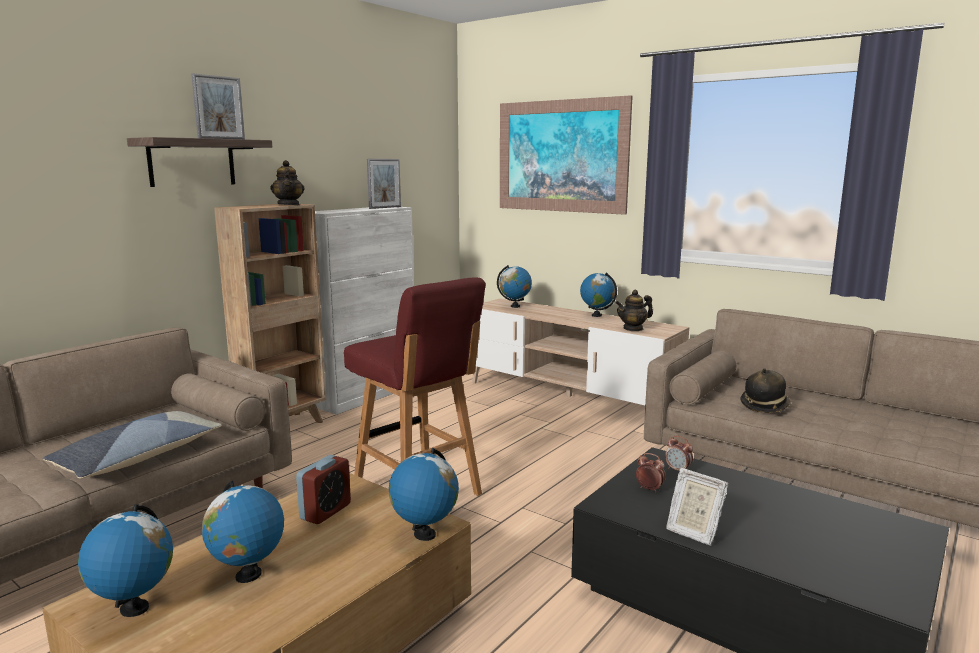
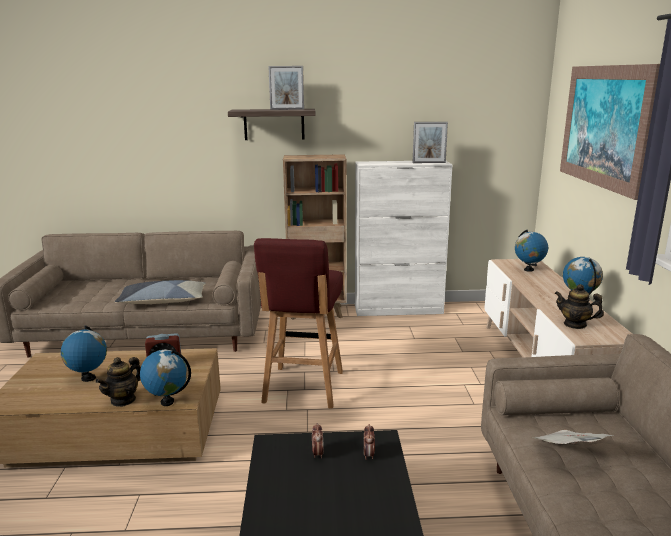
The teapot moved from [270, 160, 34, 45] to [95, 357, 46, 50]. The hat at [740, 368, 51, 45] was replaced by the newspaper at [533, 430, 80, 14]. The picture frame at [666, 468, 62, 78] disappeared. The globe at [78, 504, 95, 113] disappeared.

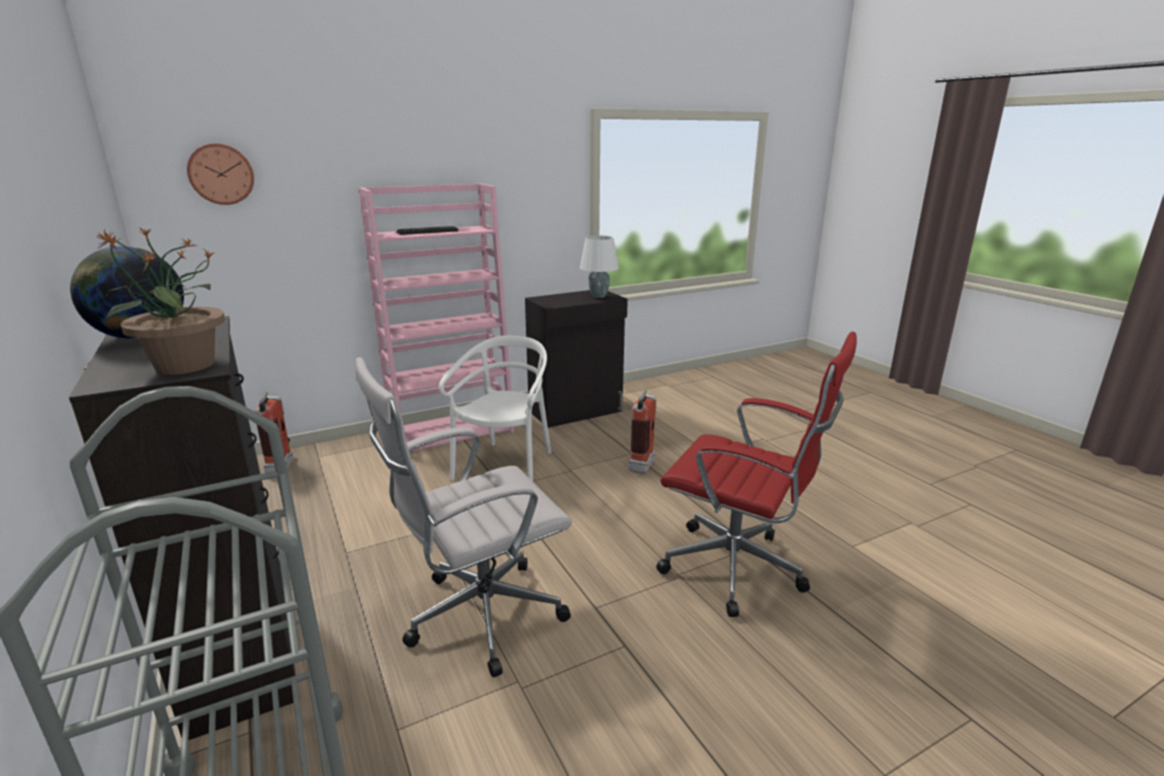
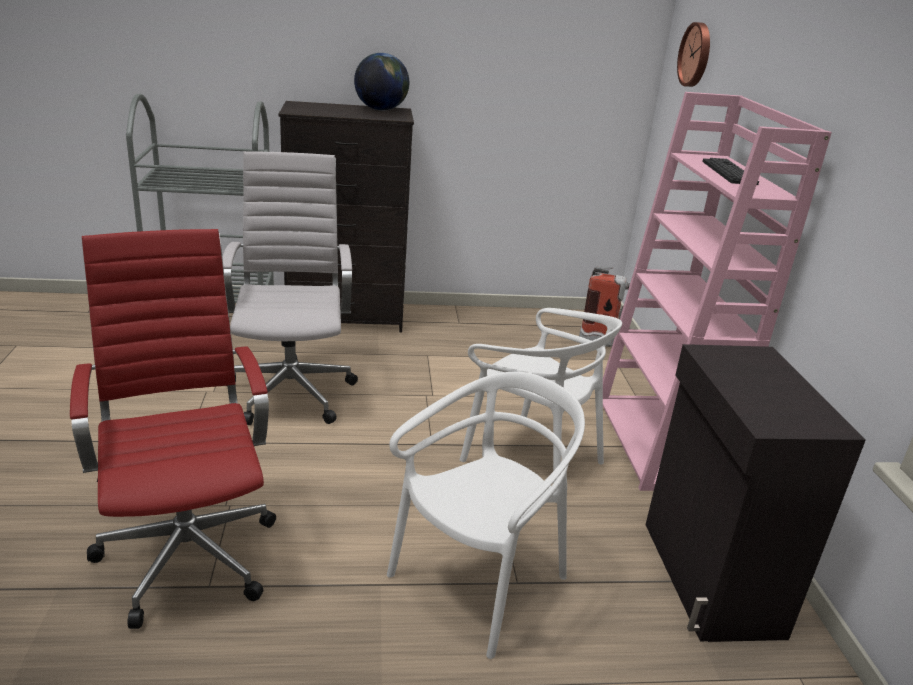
The potted plant at [96, 227, 129, 148] disappeared. The table lamp (white) at [580, 236, 39, 62] disappeared. The office chair (red) at [656, 332, 201, 285] turned 105 degrees clockwise. The fire extinguisher at [629, 390, 28, 84] was replaced by the chair (white) at [387, 372, 198, 287].

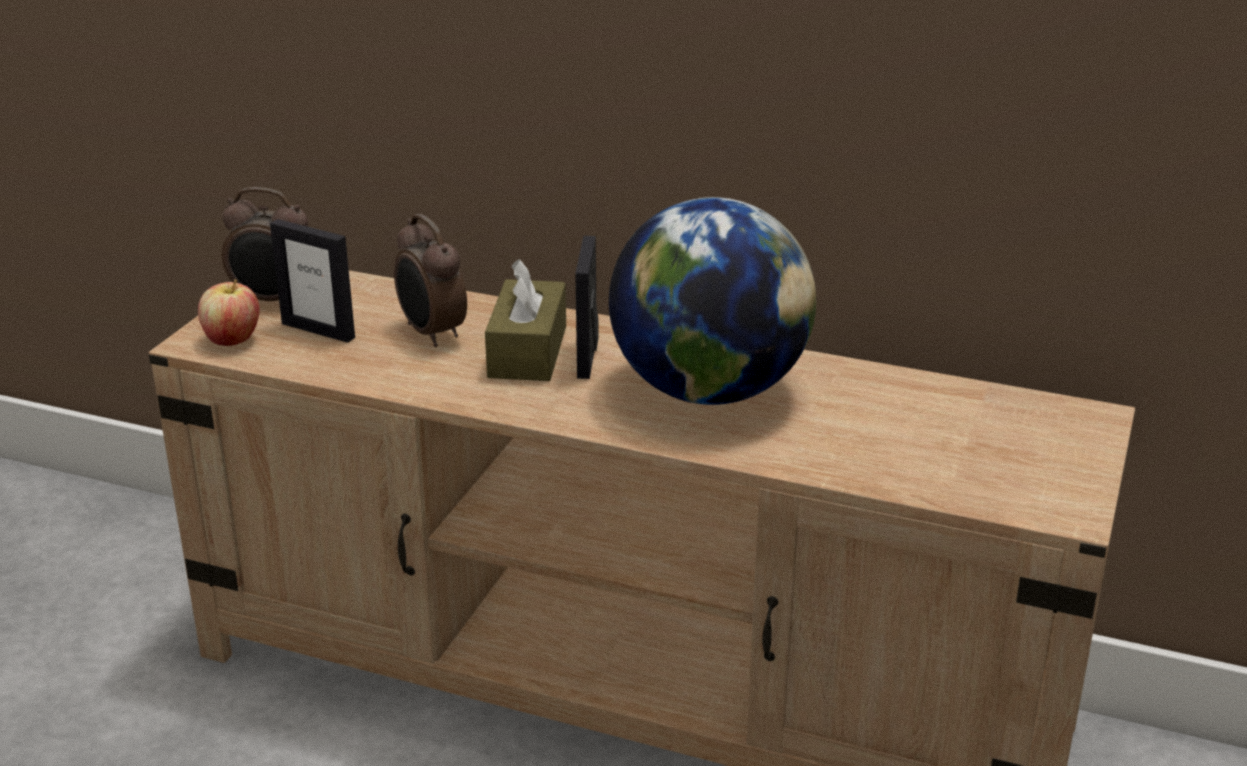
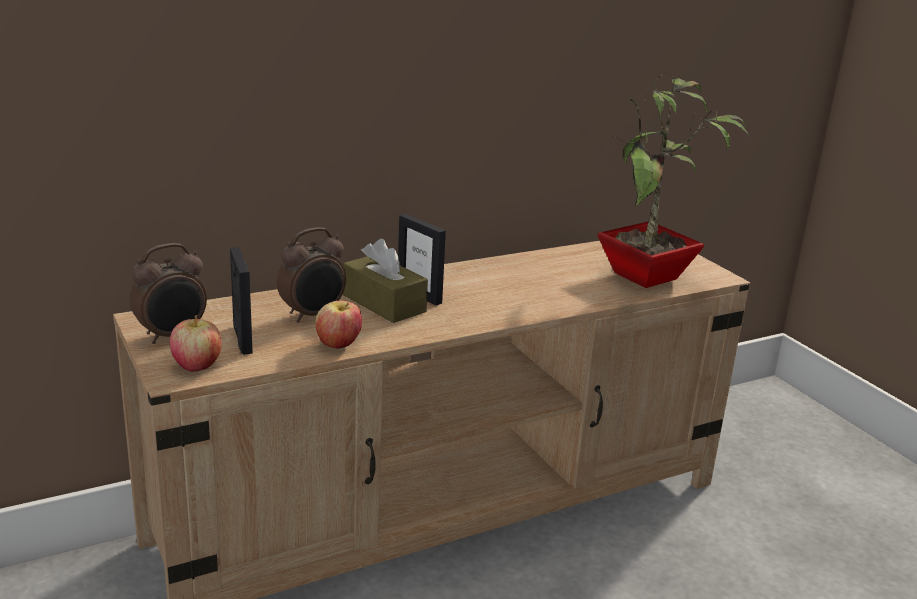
The globe at [609, 197, 207, 208] disappeared. The alarm clock at [394, 214, 73, 133] turned 45 degrees counterclockwise. The picture frame at [270, 219, 85, 124] turned 90 degrees counterclockwise. The potted plant at [598, 70, 150, 218] appeared. The apple at [315, 301, 47, 47] appeared.

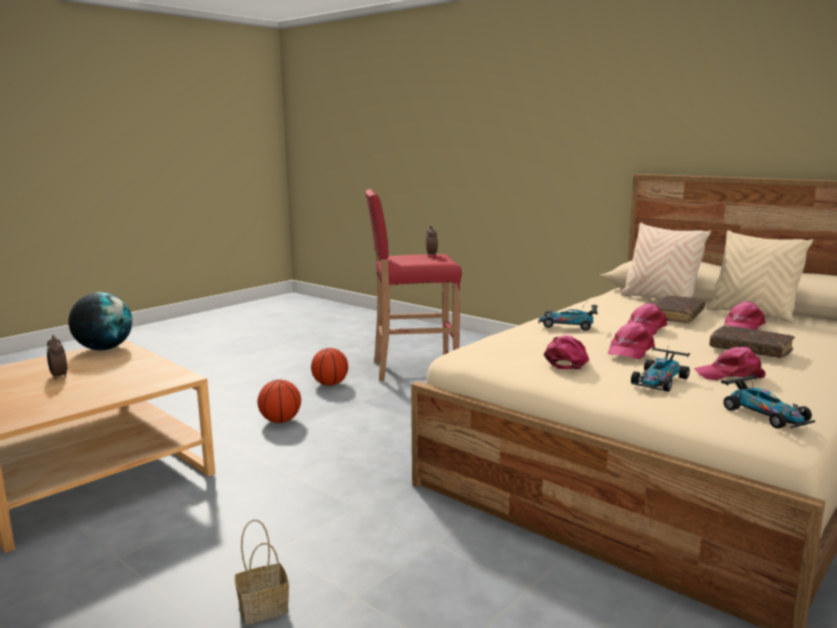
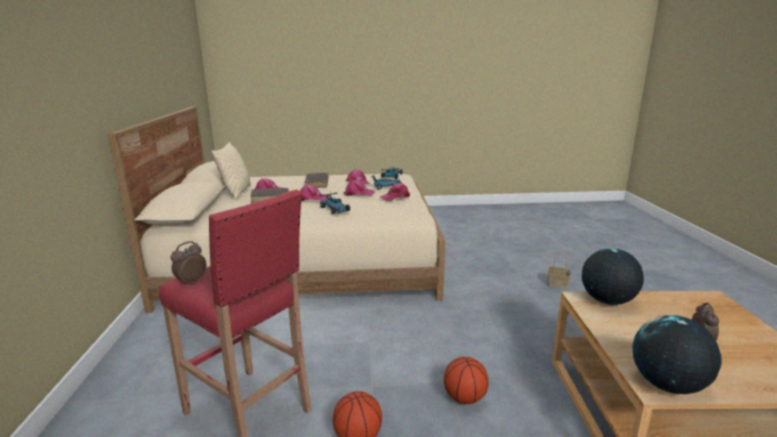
The pillow (beige) at [620, 223, 91, 76] disappeared. The globe at [582, 248, 62, 57] appeared.

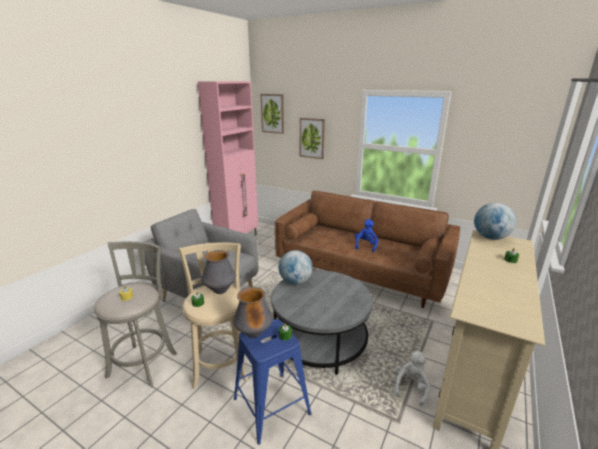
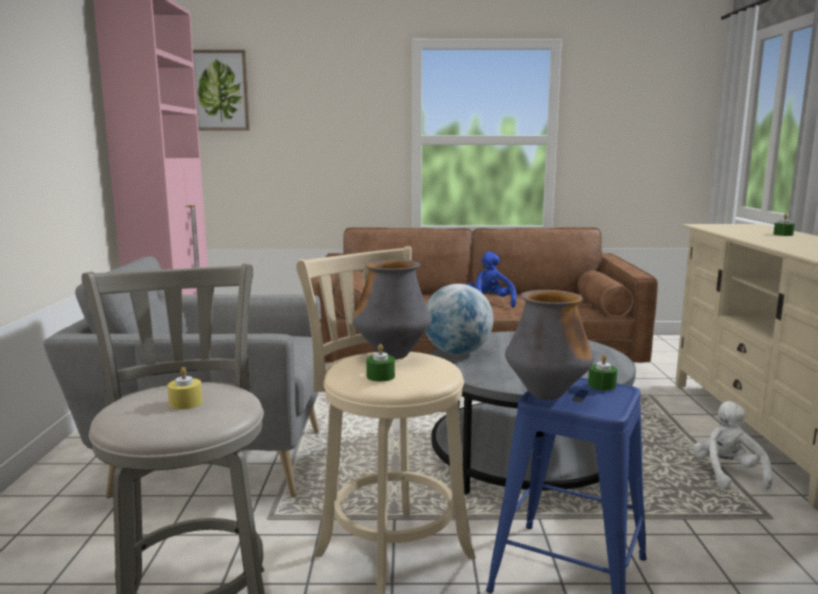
The picture at [300, 118, 25, 41] disappeared. The globe at [474, 203, 42, 37] disappeared.

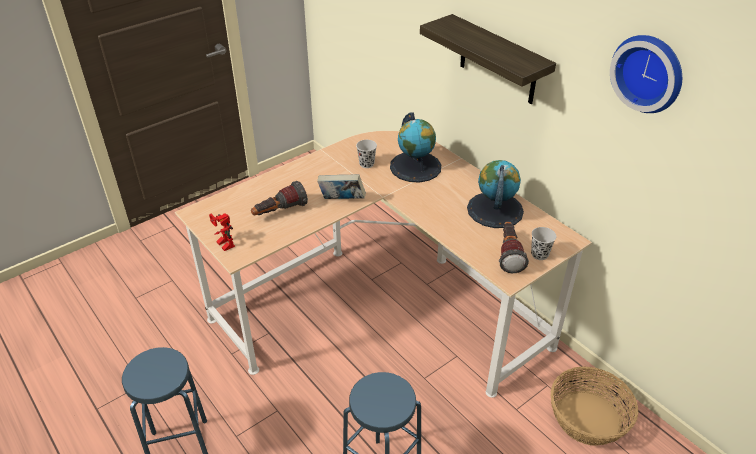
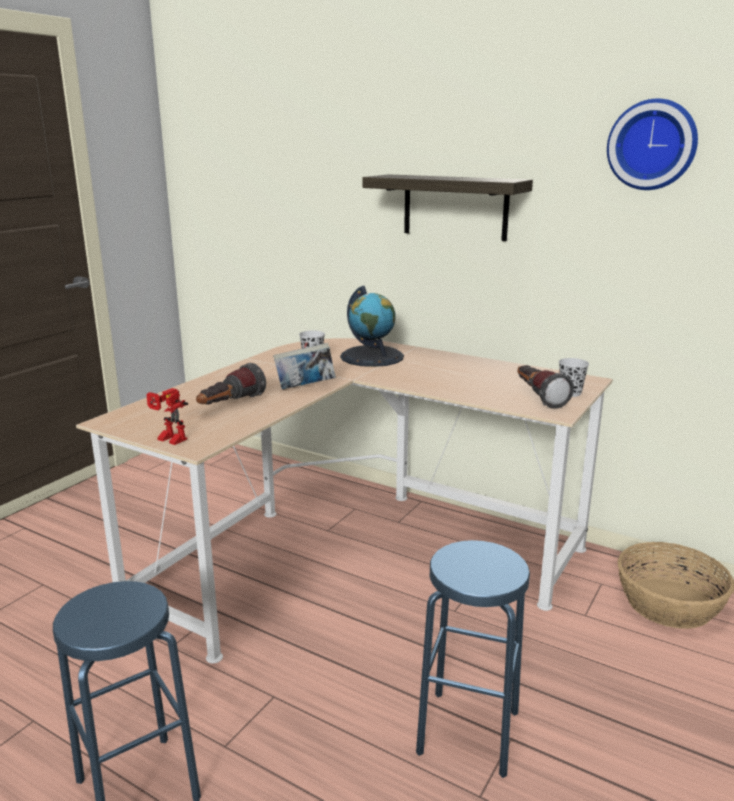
The globe at [467, 160, 57, 68] disappeared.

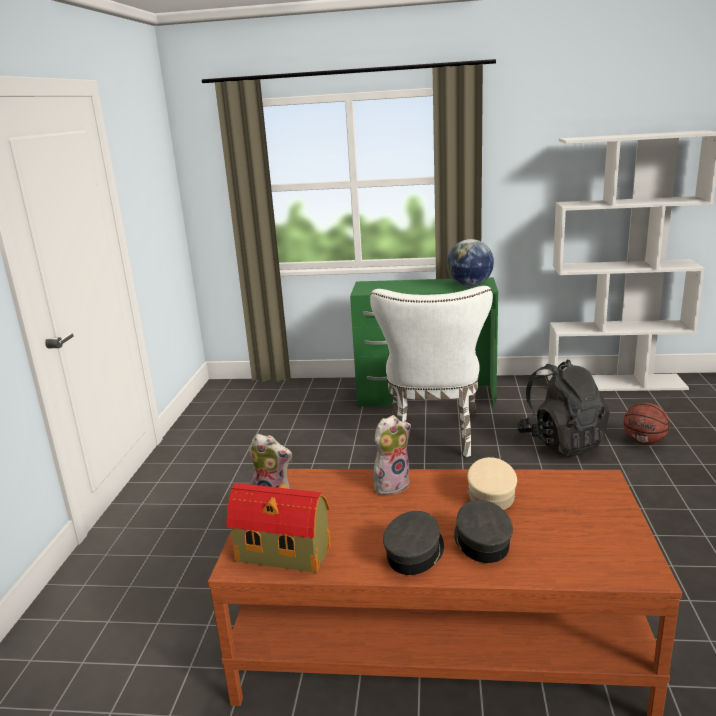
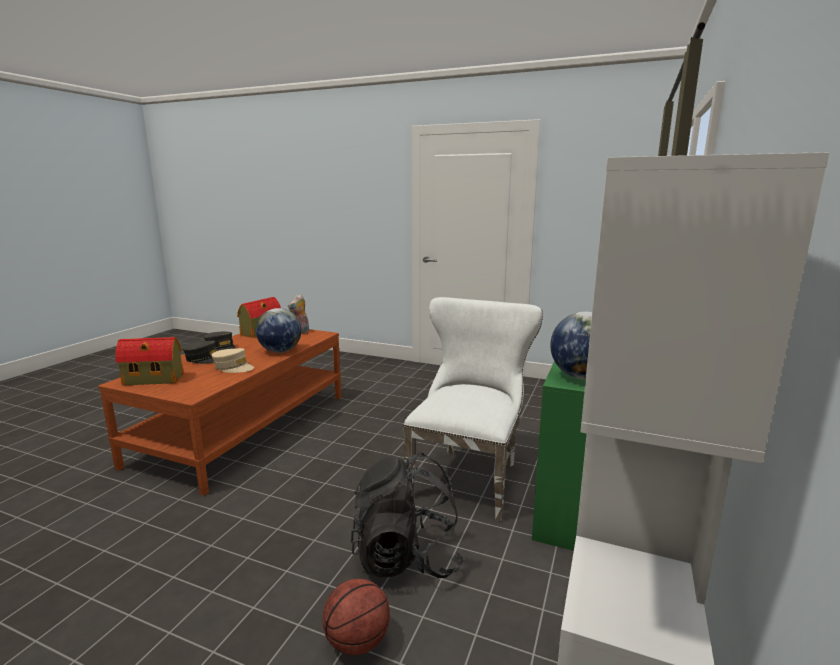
The chair (white) at [370, 286, 123, 171] turned 90 degrees clockwise. The plush toy at [373, 415, 38, 80] was replaced by the globe at [256, 308, 45, 45]. The toy house at [115, 337, 69, 48] appeared.

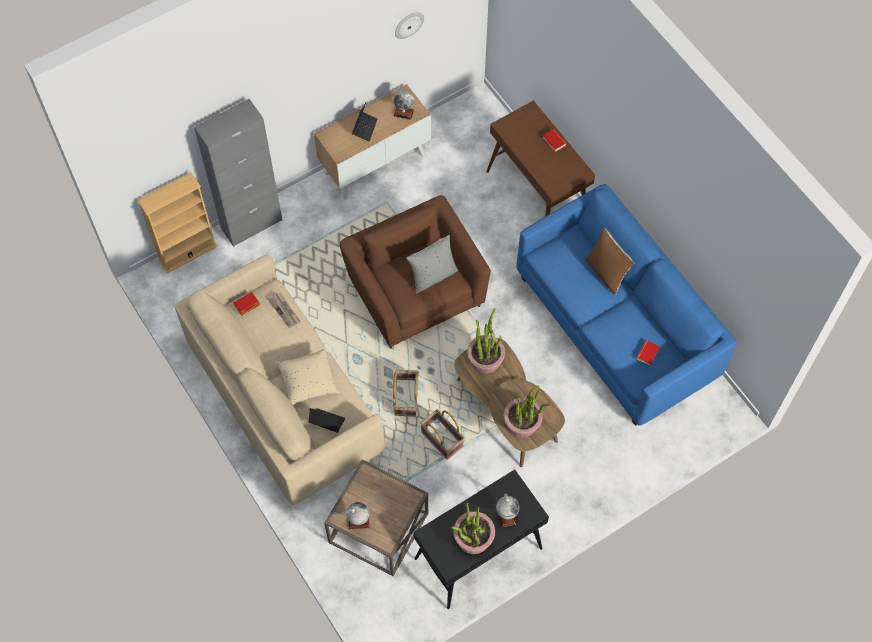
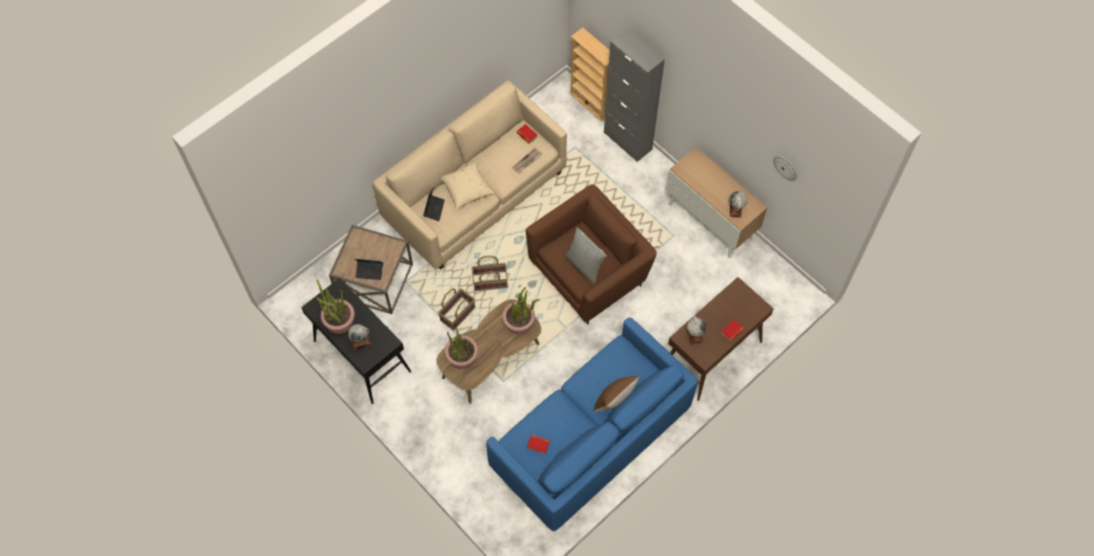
The laptop moved from [352, 103, 25, 38] to [355, 259, 28, 21]. The globe moved from [344, 502, 26, 27] to [686, 316, 20, 29].

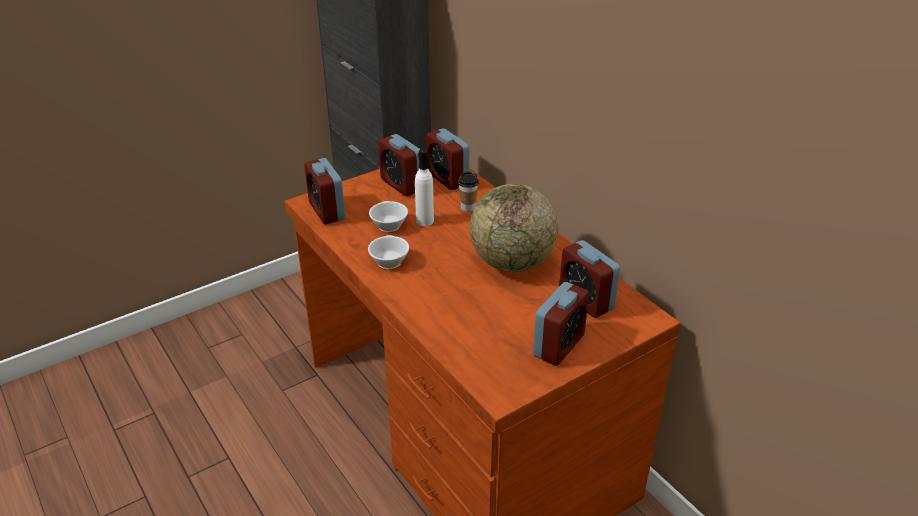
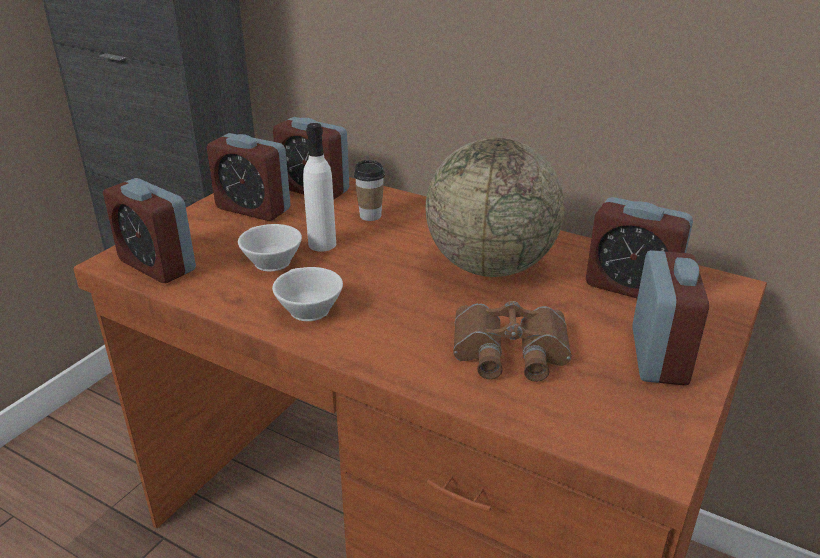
The binoculars (brown) at [453, 301, 118, 81] appeared.

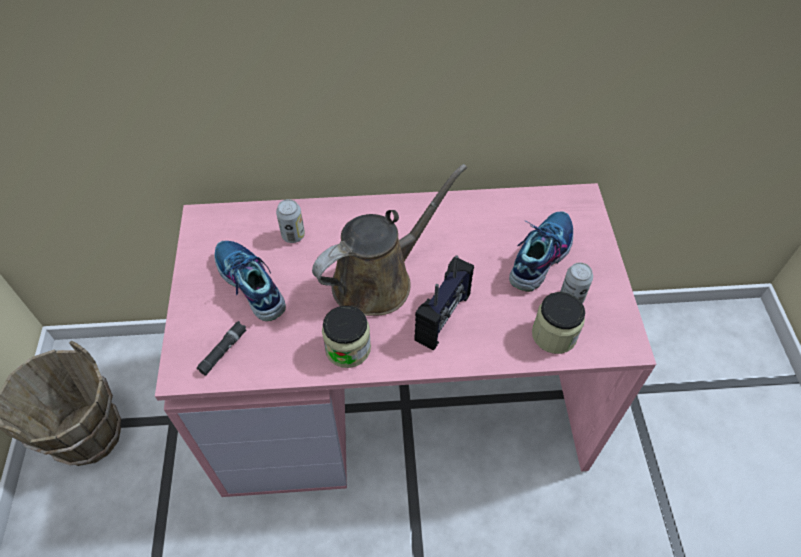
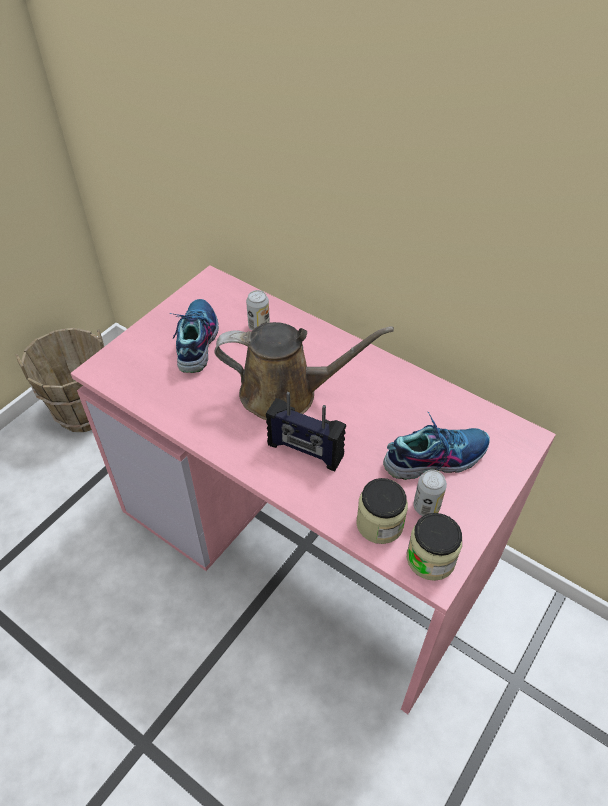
The radio at [414, 255, 60, 95] turned 45 degrees clockwise. The jar moved from [322, 306, 49, 62] to [407, 513, 55, 68]. The flashlight (black) at [197, 321, 49, 55] disappeared.

